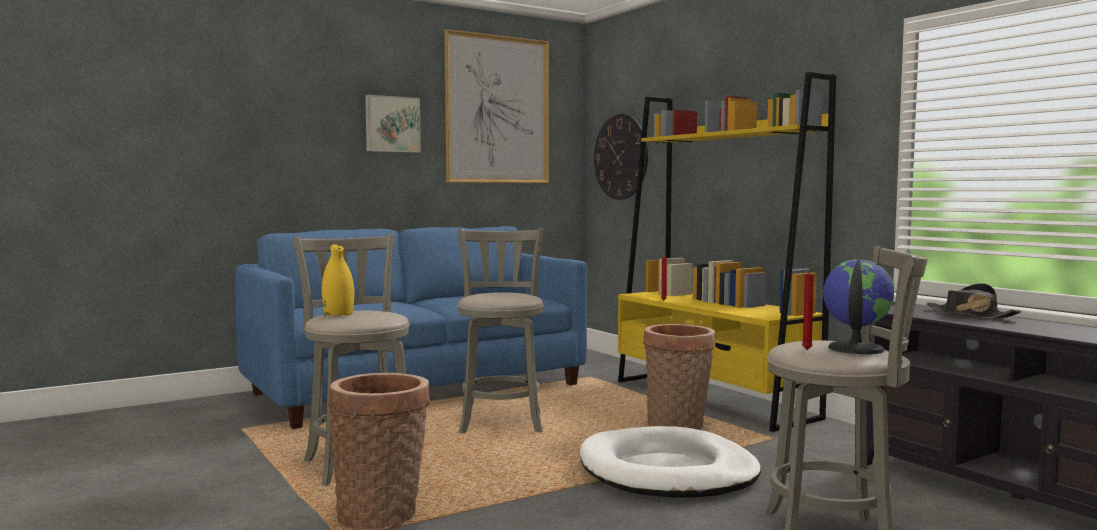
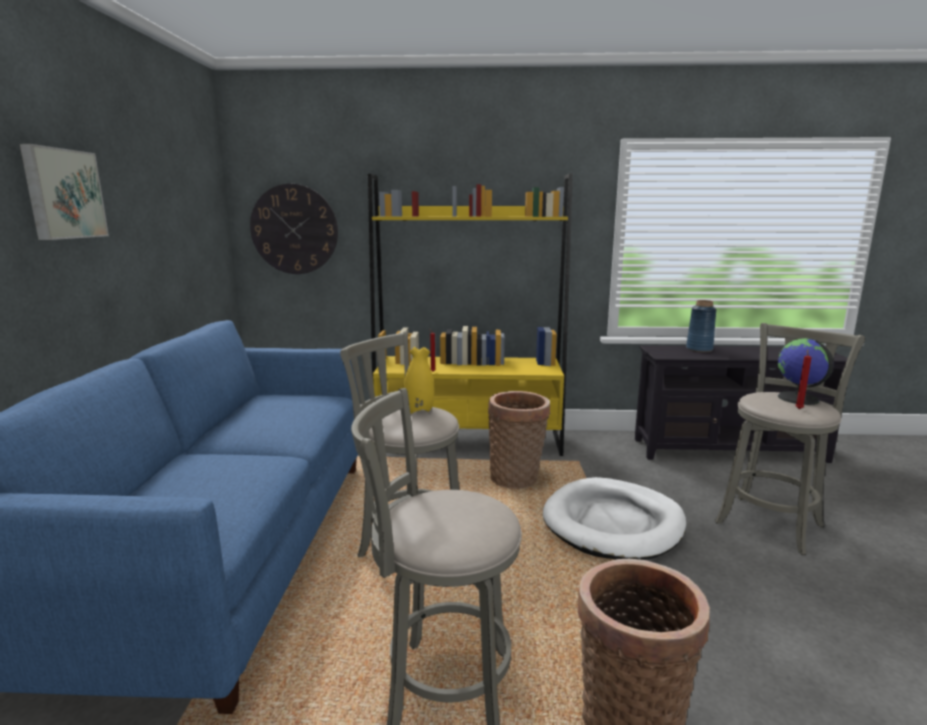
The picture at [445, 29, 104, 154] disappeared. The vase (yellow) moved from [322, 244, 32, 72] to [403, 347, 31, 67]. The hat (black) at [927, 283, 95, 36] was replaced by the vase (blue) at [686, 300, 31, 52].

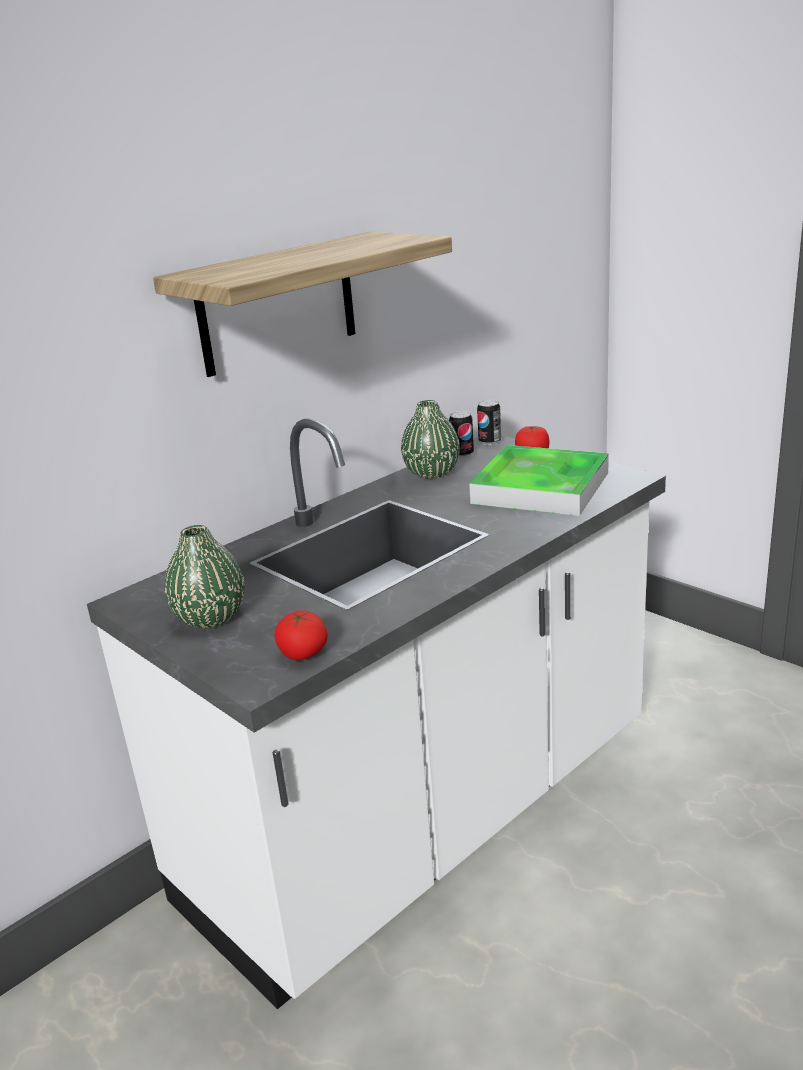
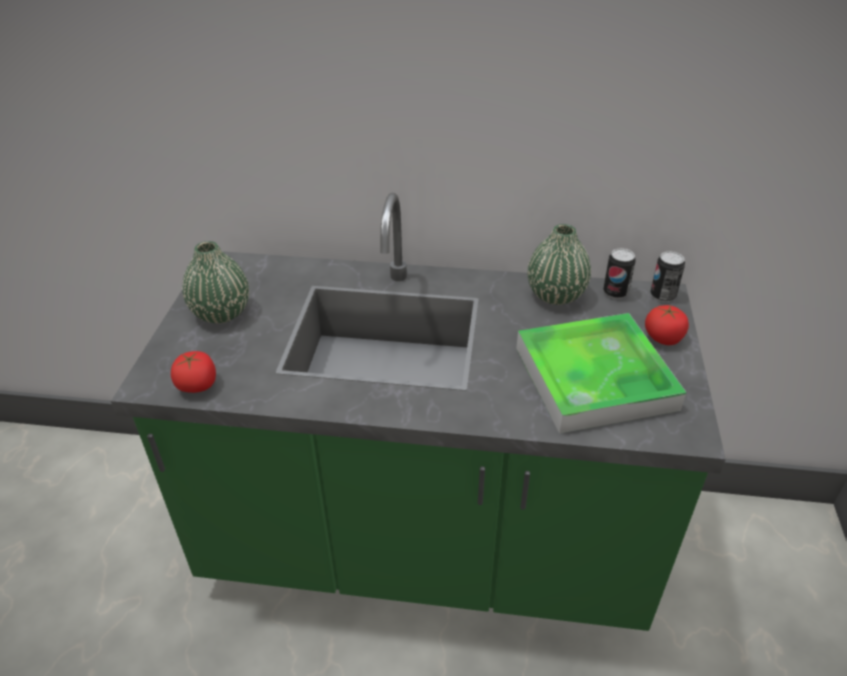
The shelf at [153, 231, 299, 146] disappeared. The counter (white) at [87, 419, 579, 590] became the counter (green) at [111, 193, 615, 438].

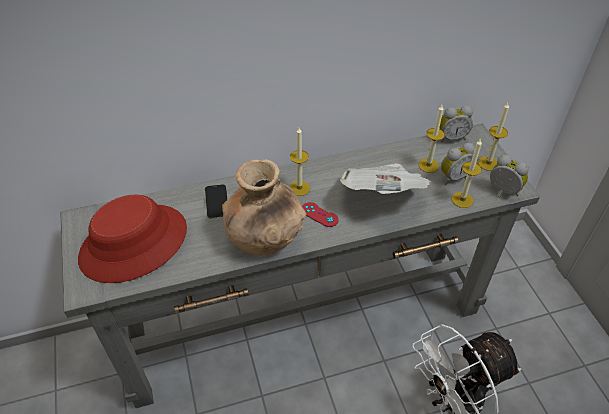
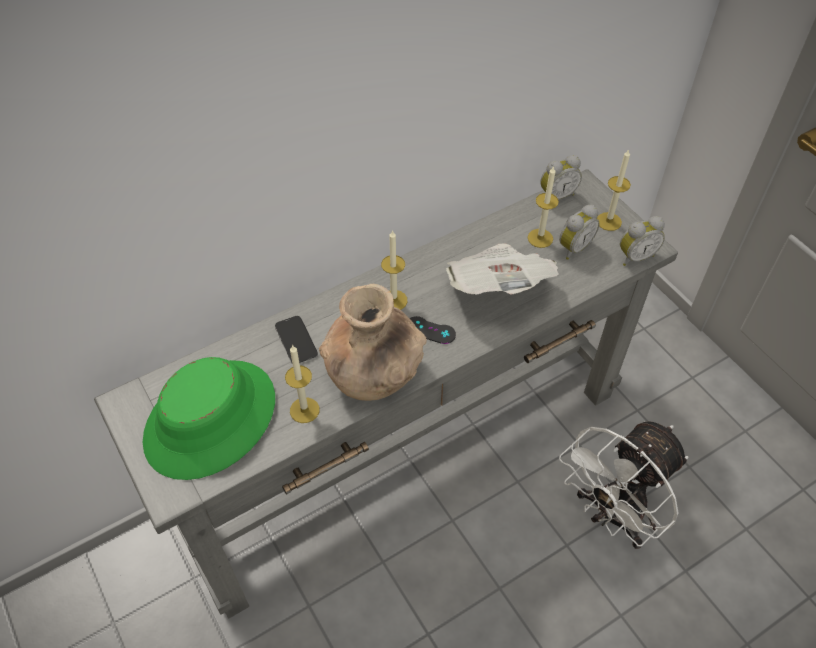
The candle moved from [452, 138, 30, 70] to [285, 345, 35, 78]. The alarm clock at [490, 155, 39, 43] turned 135 degrees clockwise. The hat (red) at [78, 195, 109, 88] became the hat (green) at [143, 357, 132, 123]. The game controller (red) at [302, 202, 37, 25] became the game controller (black) at [410, 316, 46, 28].

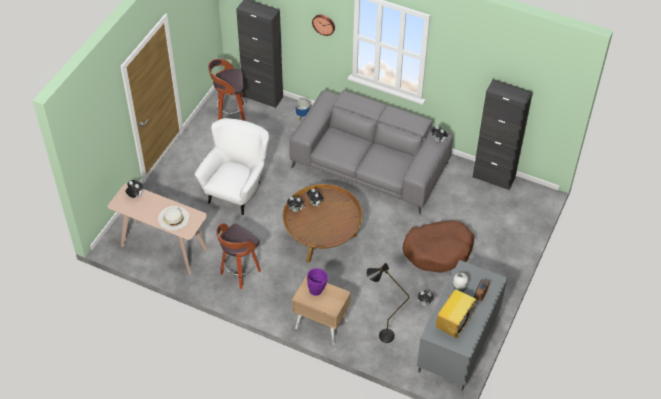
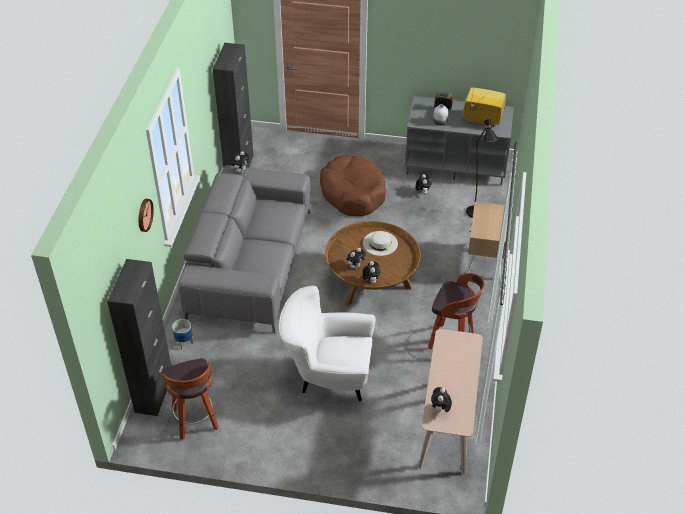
The hat (white) moved from [158, 206, 31, 25] to [363, 231, 35, 25]. The vase (purple) at [307, 268, 21, 28] disappeared.

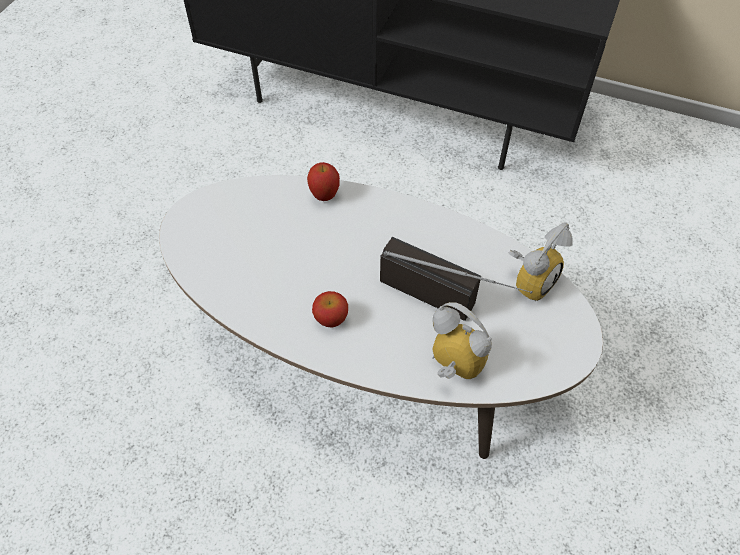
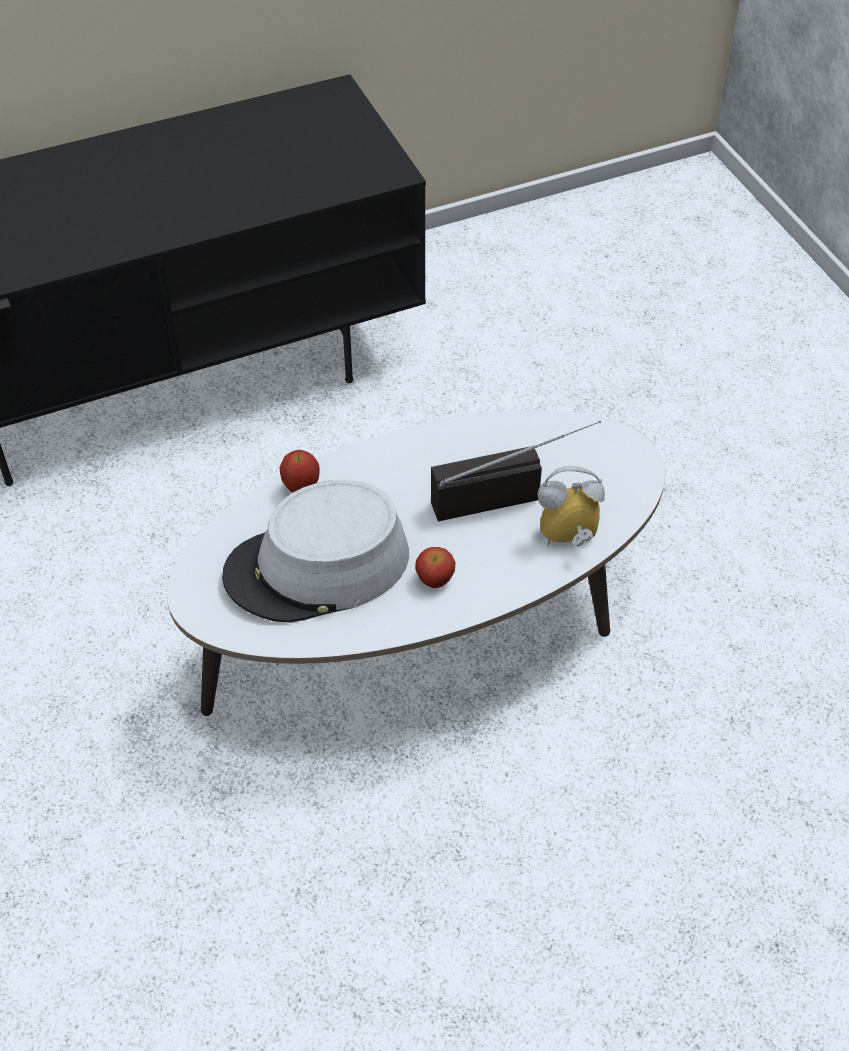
The alarm clock at [508, 222, 65, 79] disappeared. The hat (grey) at [222, 480, 187, 143] appeared.

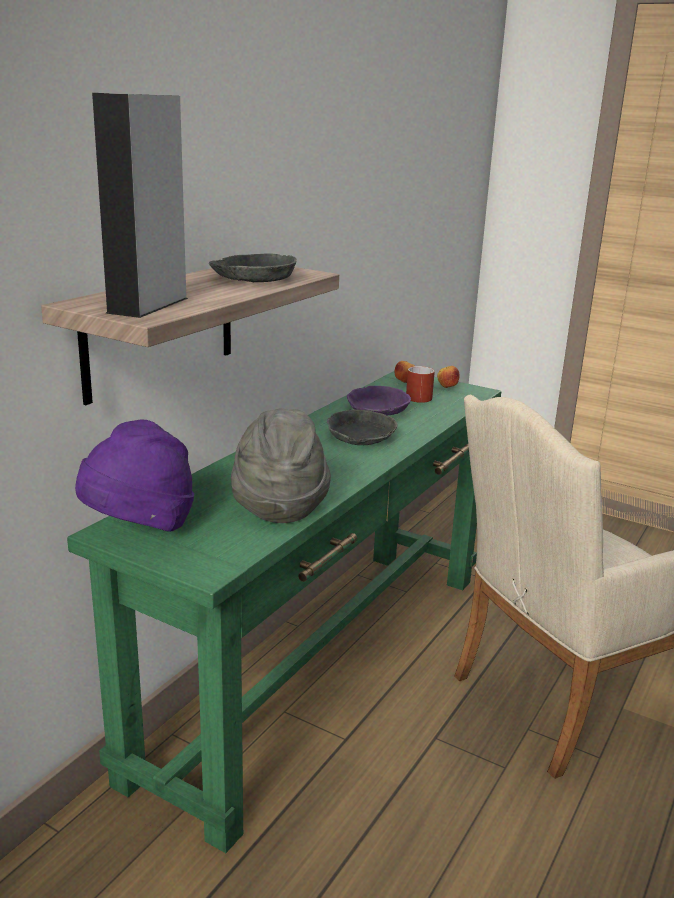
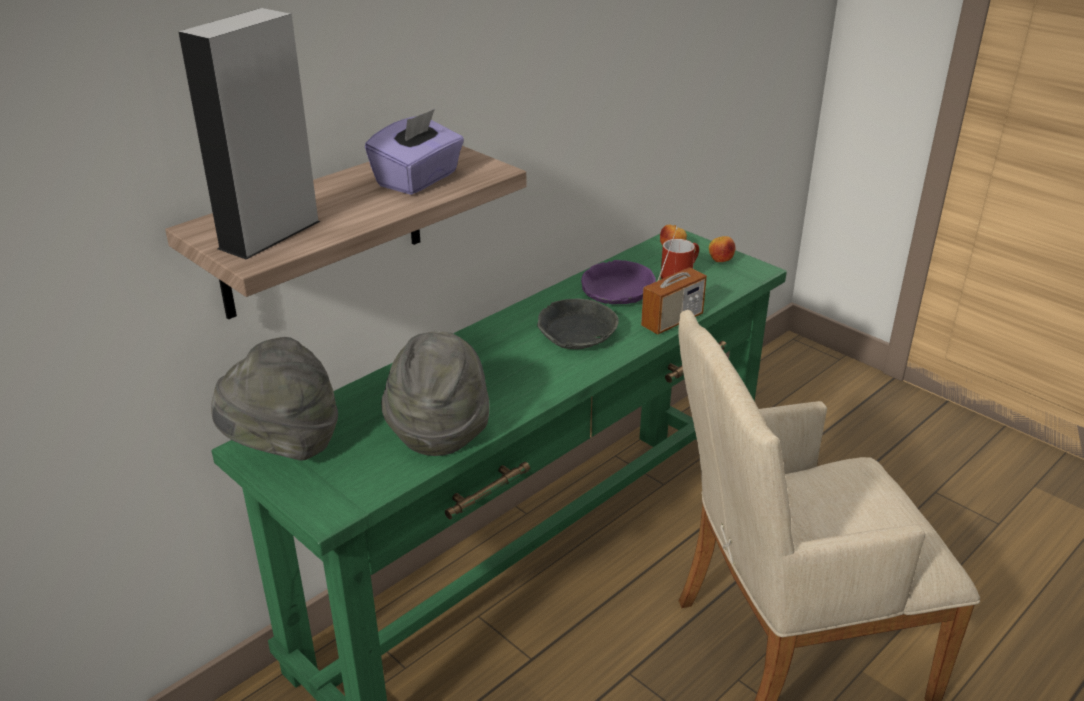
The bowl (grey) at [209, 254, 88, 28] was replaced by the tissue box (purple) at [365, 109, 99, 86]. The hat (purple) at [75, 419, 119, 113] became the hat (grey) at [211, 337, 127, 124]. The radio at [641, 227, 66, 108] appeared.

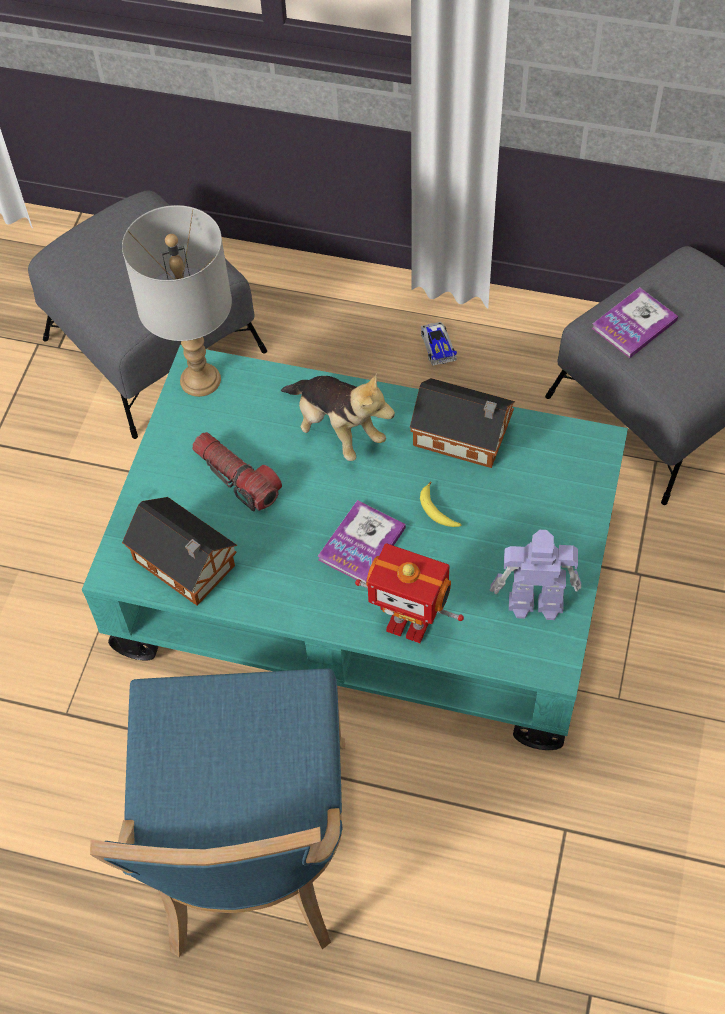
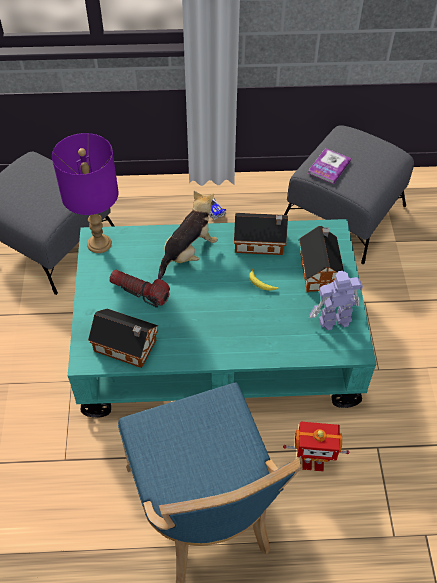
The table lamp (grey) at [122, 205, 110, 192] became the table lamp (purple) at [52, 133, 67, 120]. The plush toy at [281, 373, 114, 88] turned 75 degrees counterclockwise. The book at [318, 500, 88, 83] disappeared. The toy robot moved from [355, 543, 109, 100] to [283, 422, 66, 49]. The toy house at [299, 226, 45, 66] appeared.

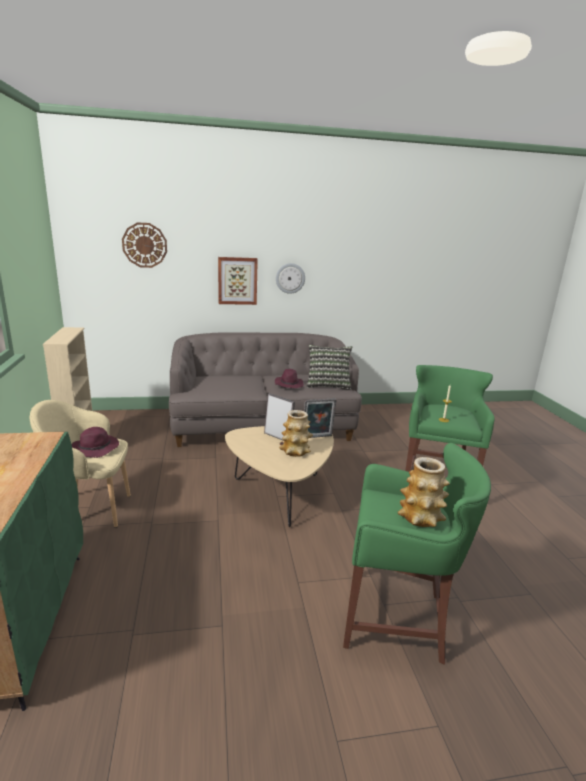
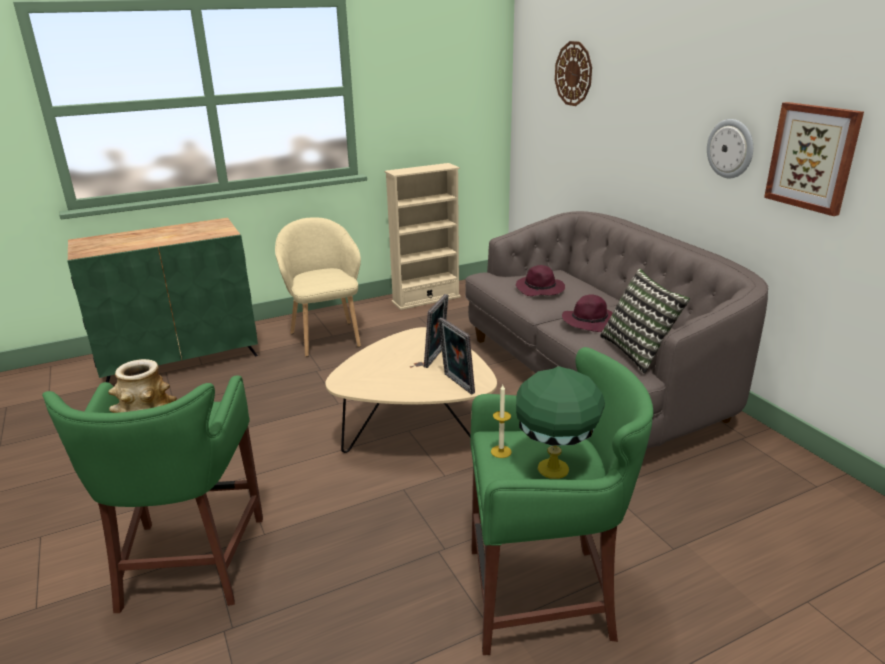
The picture moved from [218, 257, 40, 48] to [764, 102, 100, 114]. The vase at [279, 410, 34, 47] disappeared. The hat (purple) moved from [72, 427, 47, 31] to [516, 265, 49, 31]. The table lamp (green) at [516, 366, 89, 113] appeared.

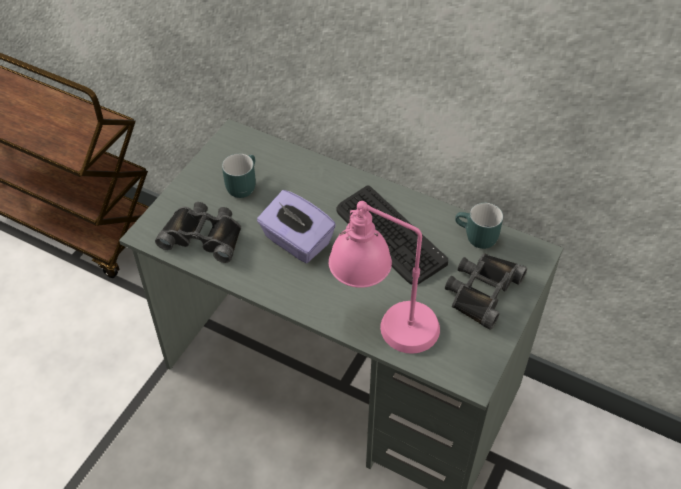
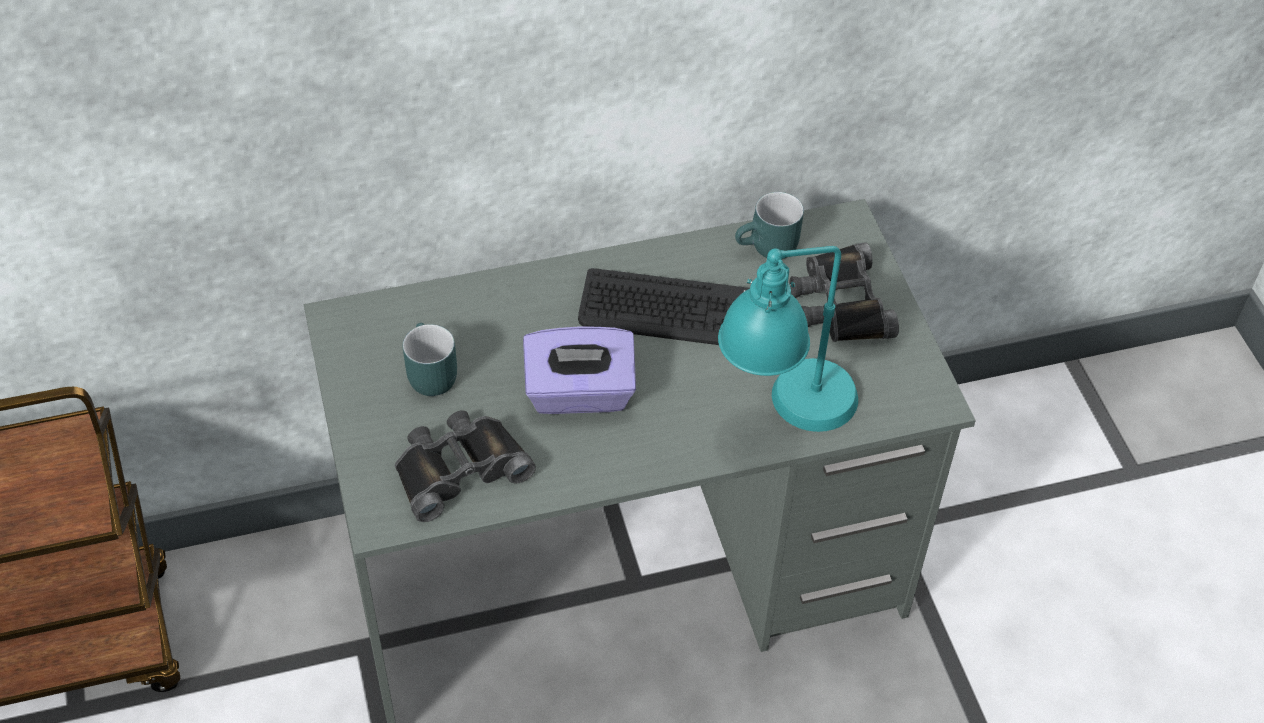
The table lamp (pink) at [329, 201, 111, 153] became the table lamp (turquoise) at [718, 246, 140, 186].

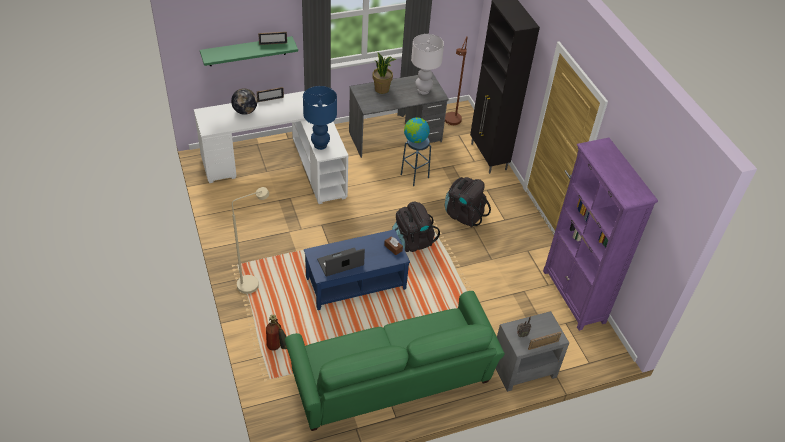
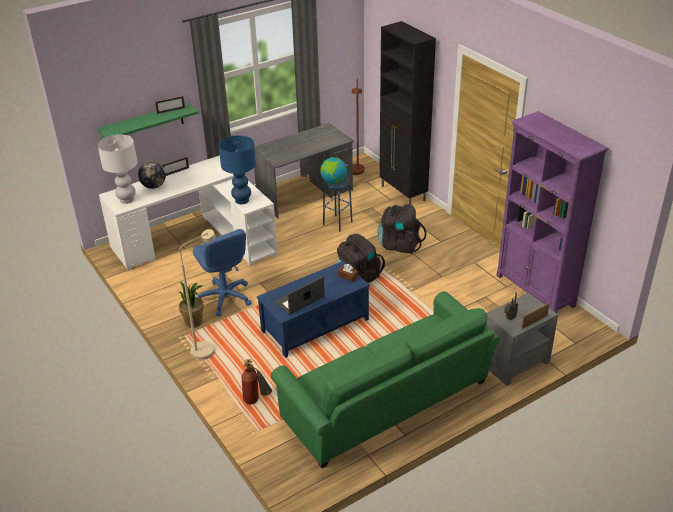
The table lamp (white) moved from [411, 34, 33, 61] to [98, 134, 39, 70]. The potted plant moved from [372, 53, 24, 41] to [178, 281, 26, 47]. The office chair (blue) at [193, 229, 59, 87] appeared.

